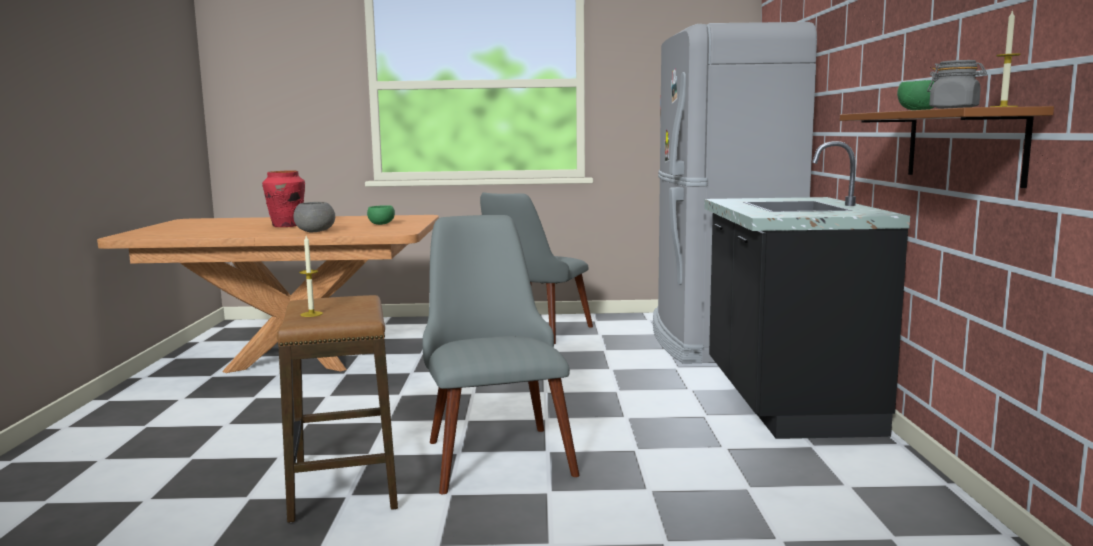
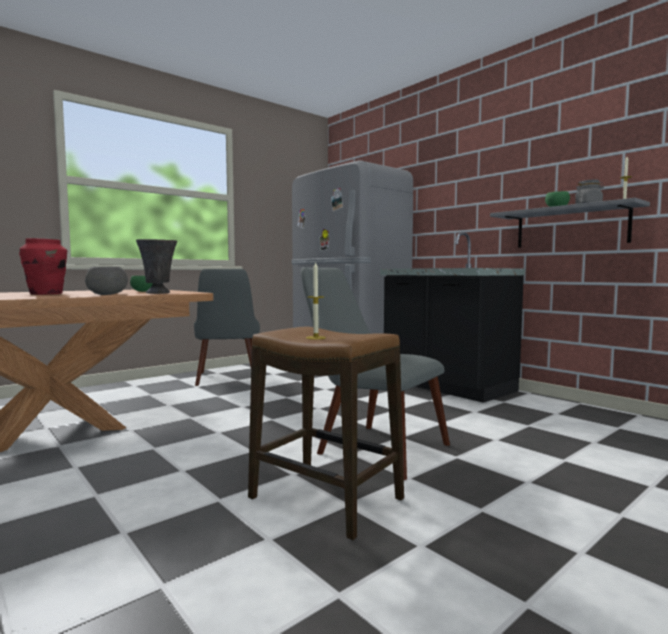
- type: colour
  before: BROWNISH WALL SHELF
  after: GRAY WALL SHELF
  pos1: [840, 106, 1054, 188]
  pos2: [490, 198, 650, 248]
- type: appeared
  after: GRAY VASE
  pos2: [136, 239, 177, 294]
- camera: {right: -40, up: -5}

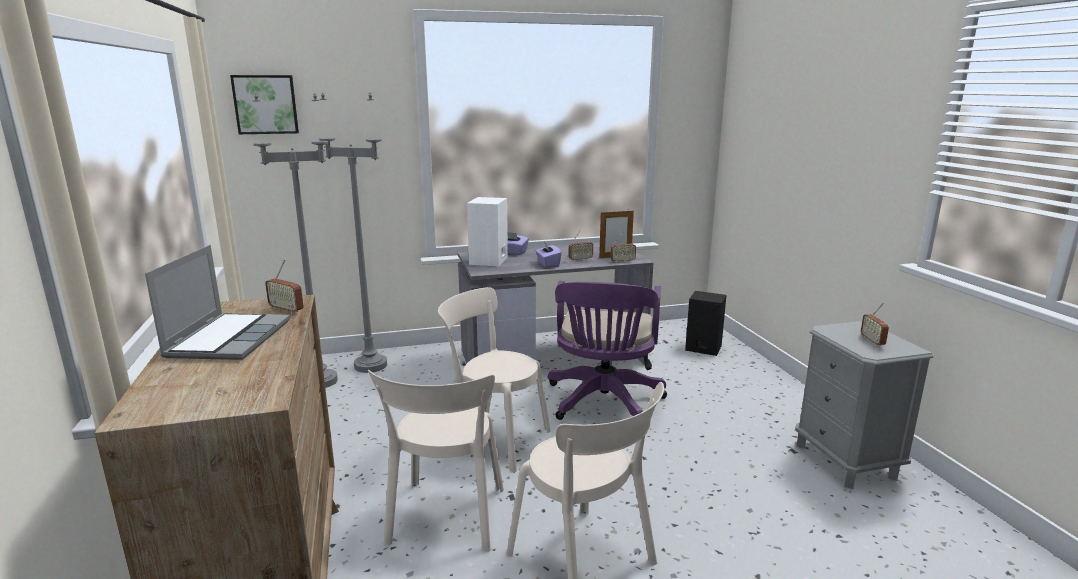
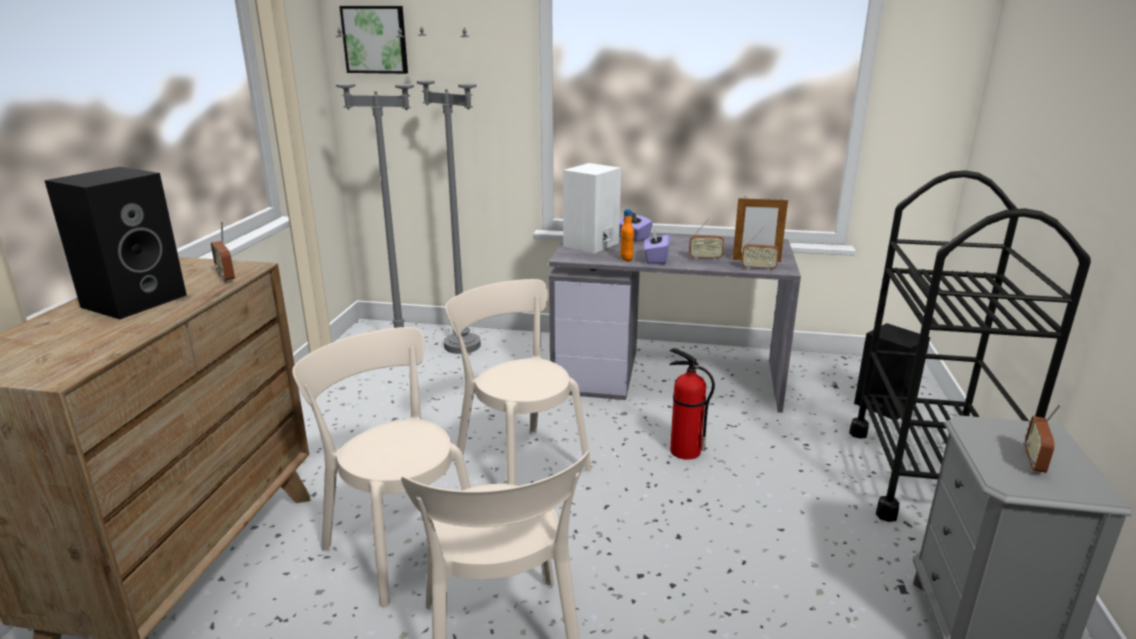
- type: exchanged
  before: PORTABLE COMPUTER
  after: BLACK-COLOURED SPEAKER
  pos1: [145, 245, 290, 360]
  pos2: [44, 167, 187, 319]
- type: spun
  before: BEIGE-COLOURED CHAIR
  pos1: [368, 370, 504, 552]
  pos2: [292, 327, 471, 607]
  turn: 105
- type: exchanged
  before: PURPLISH DESK CHAIR
  after: FIRE EXTINGUISHER
  pos1: [548, 281, 667, 420]
  pos2: [669, 348, 715, 460]
- type: appeared
  after: ORANGE-COLOURED DRINK BOTTLE
  pos2: [620, 209, 634, 262]
- type: appeared
  after: BLACK-COLOURED TROLLEY
  pos2: [849, 170, 1091, 522]
- camera: {right: 25, up: 5}

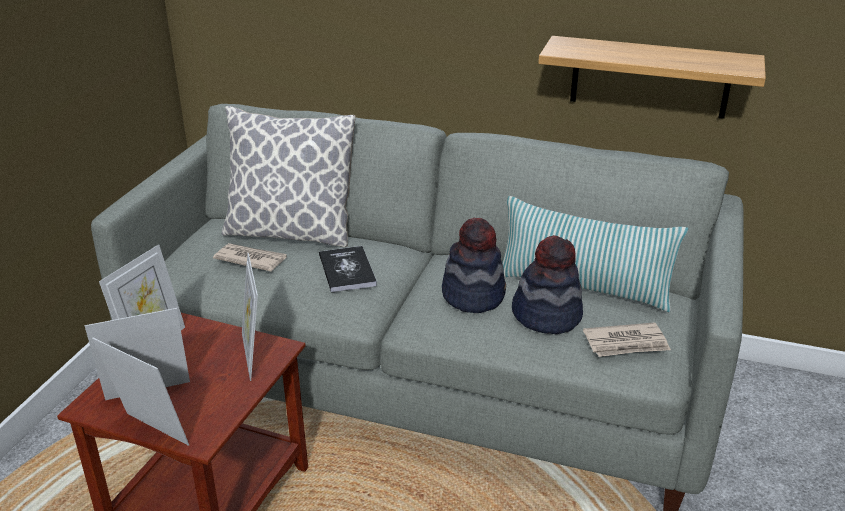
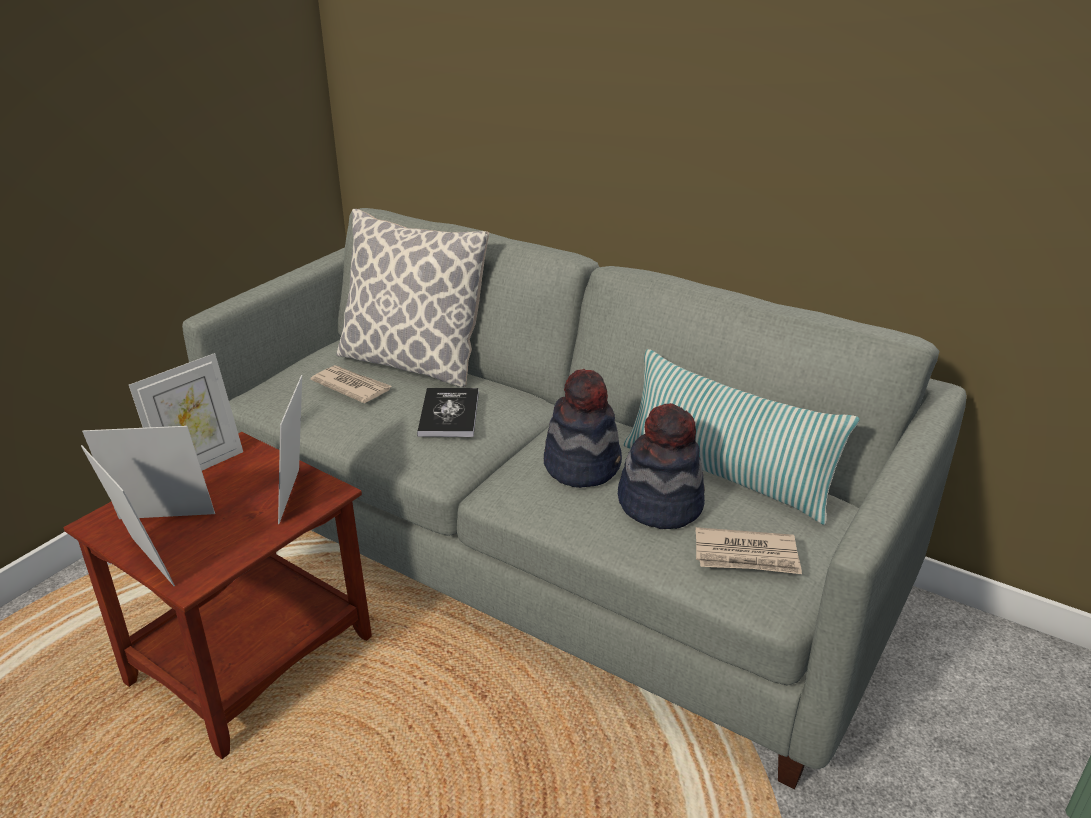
- type: missing
  before: WALL SHELF
  pos1: [538, 36, 766, 119]
- camera: {right: 15, up: 0}

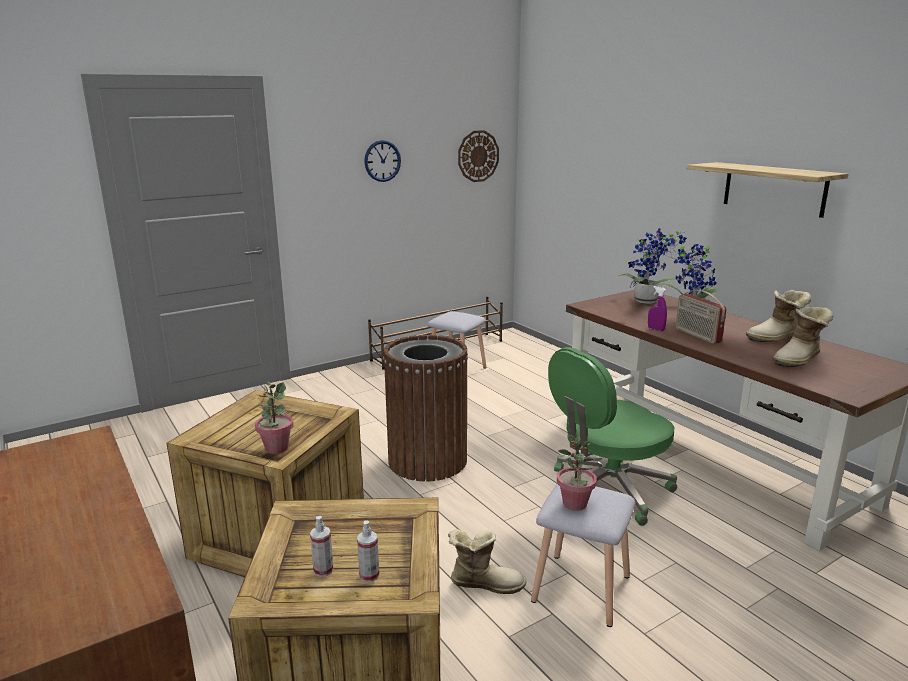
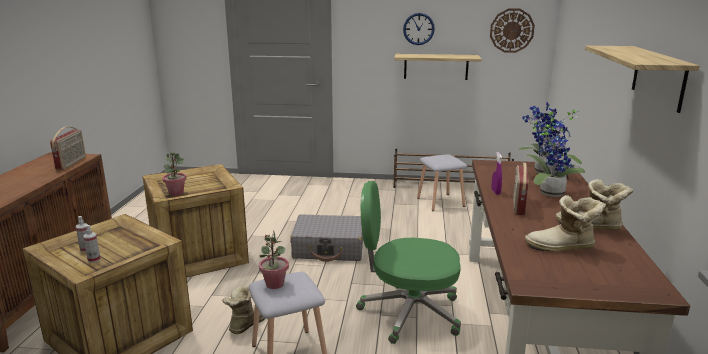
- type: exchanged
  before: BROWNISH RUBBISH BIN
  after: GRAY SUITCASE
  pos1: [383, 335, 468, 482]
  pos2: [290, 214, 363, 262]
- type: spun
  before: HIGH-TOP BOOT
  pos1: [448, 529, 526, 594]
  pos2: [222, 286, 265, 334]
  turn: -105
- type: appeared
  after: RADIO
  pos2: [50, 127, 86, 170]
- type: appeared
  after: WALL SHELF
  pos2: [394, 54, 482, 80]
- camera: {right: 40, up: 0}

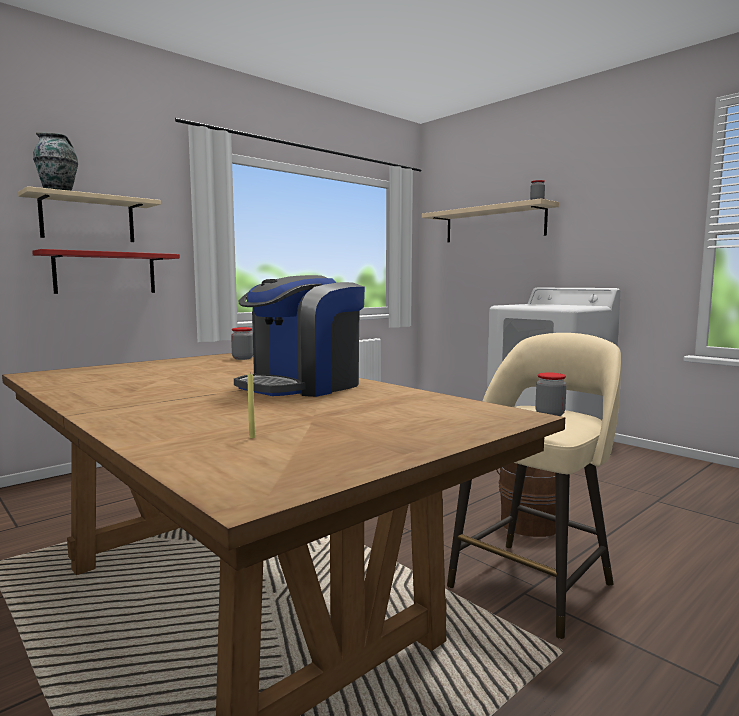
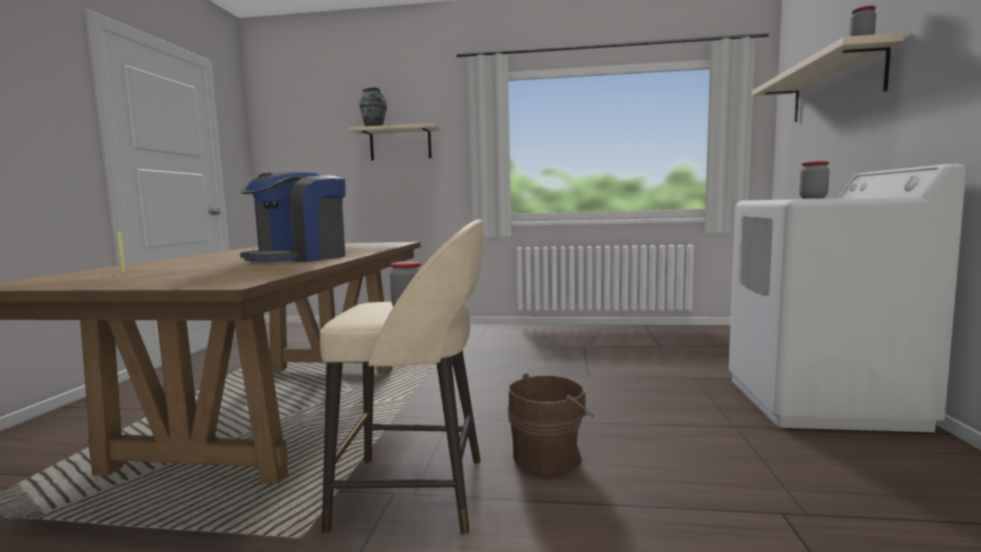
- type: missing
  before: RED WALL SHELF
  pos1: [32, 249, 180, 294]
- type: relocated
  before: JAR
  pos1: [231, 327, 253, 360]
  pos2: [799, 161, 830, 199]
- type: spun
  before: COFFEE MACHINE
  pos1: [234, 275, 365, 397]
  pos2: [240, 171, 346, 262]
  turn: -60
- camera: {right: 50, up: 0}

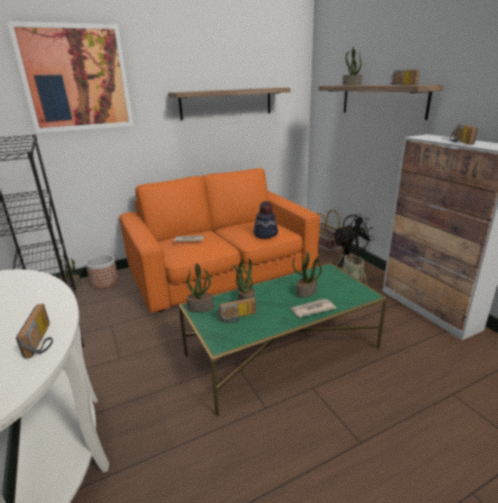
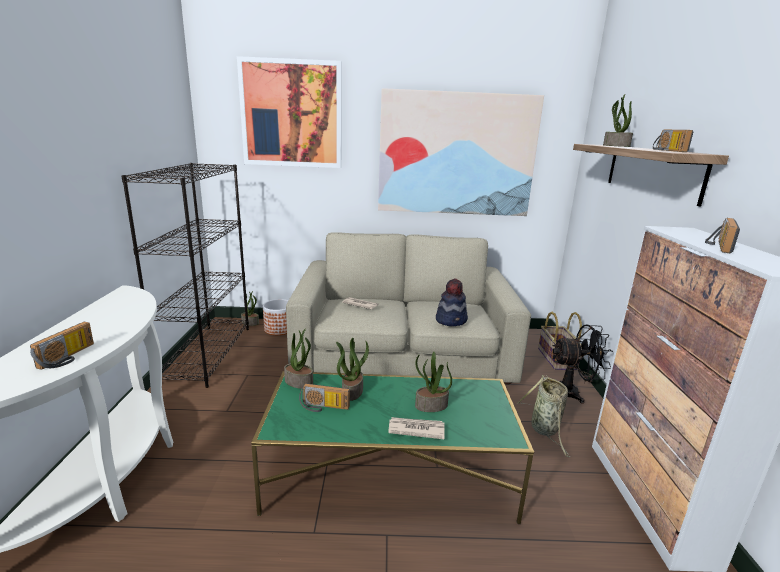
- type: colour
  before: ORANGE-COLOURED SETTEE
  after: BEIGE-COLOURED SETTEE
  pos1: [119, 168, 320, 313]
  pos2: [286, 232, 531, 384]
- type: exchanged
  before: WALL SHELF
  after: WALL PICTURE
  pos1: [168, 88, 291, 120]
  pos2: [378, 88, 544, 216]
- camera: {right: 25, up: -5}

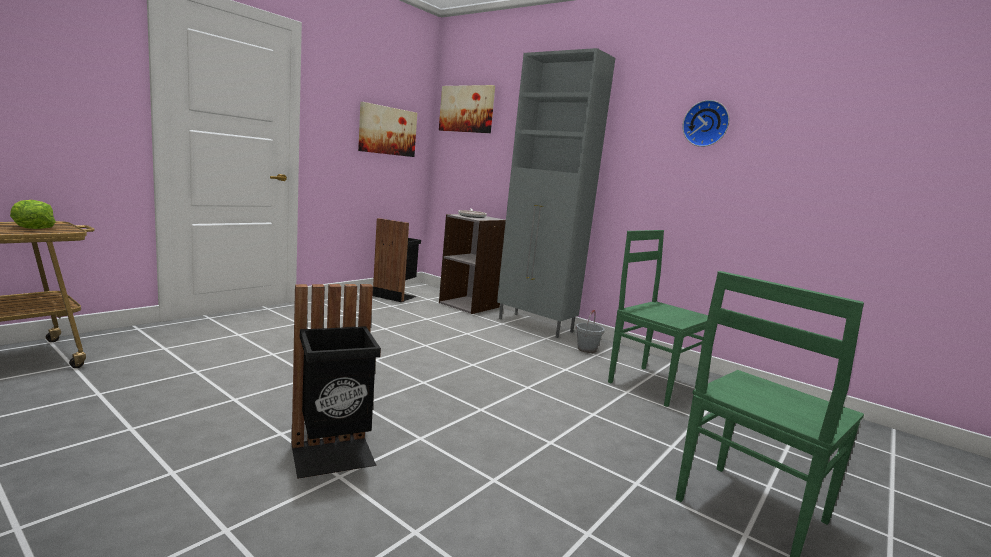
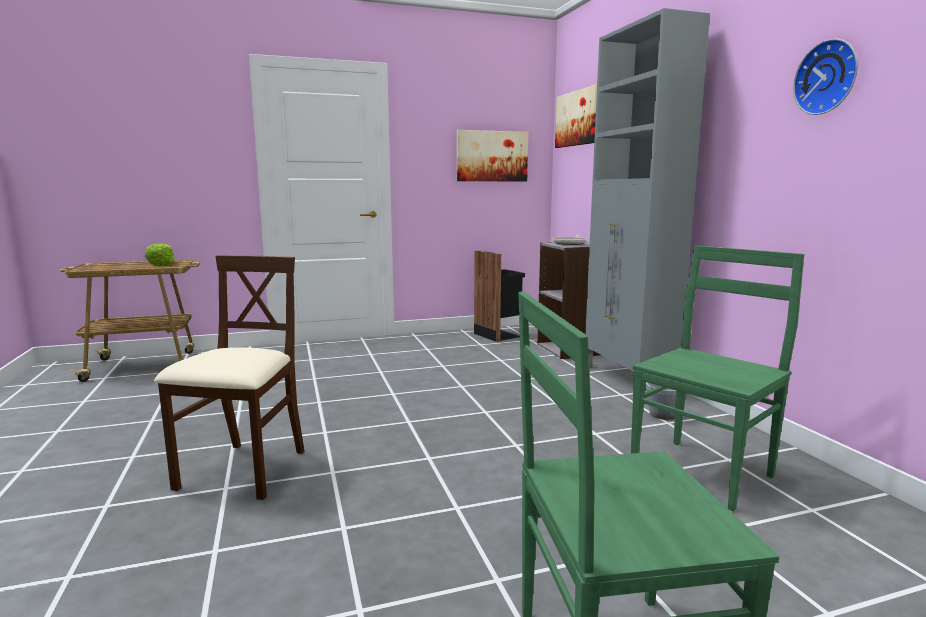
- type: exchanged
  before: BLACK-COLOURED RUBBISH BIN
  after: BEIGE-COLOURED CHAIR
  pos1: [291, 284, 381, 479]
  pos2: [154, 255, 304, 500]
- type: spun
  before: GREEN CHAIR
  pos1: [608, 230, 708, 407]
  pos2: [631, 245, 805, 512]
  turn: 60
- camera: {right: 35, up: 0}

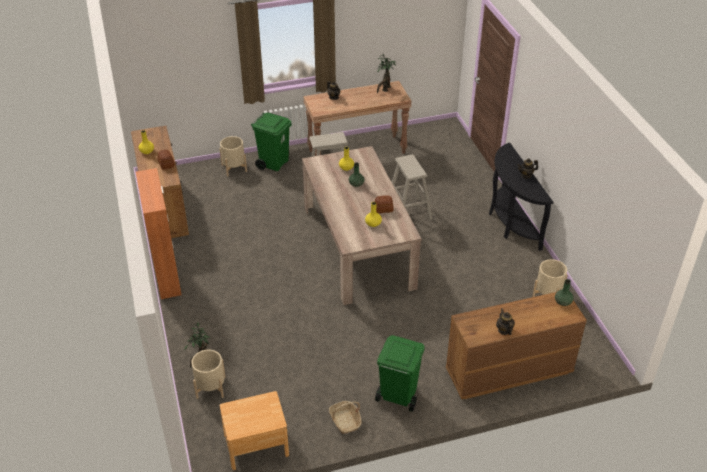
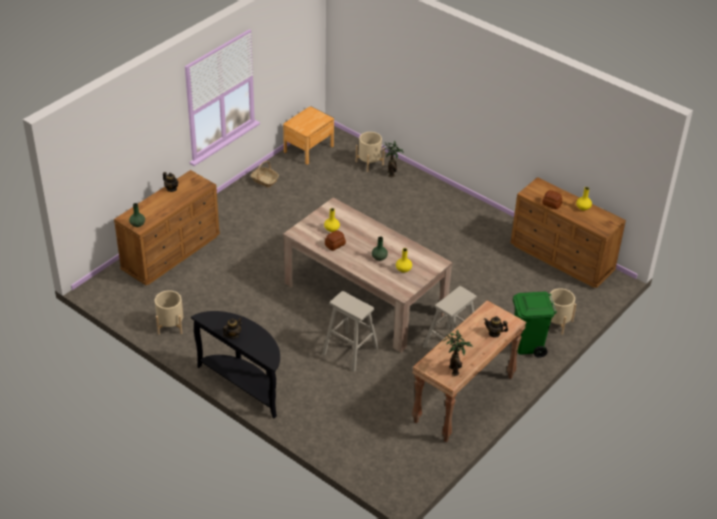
- type: missing
  before: ORANGE-COLOURED STORAGE CABINET
  pos1: [136, 168, 182, 299]
- type: missing
  before: GREEN RUBBISH BIN
  pos1: [375, 335, 425, 412]
- camera: {right: 145, up: 0}

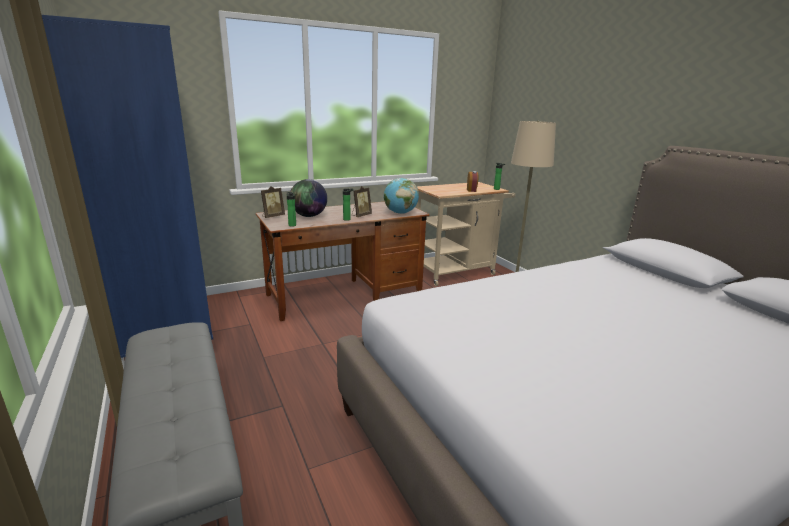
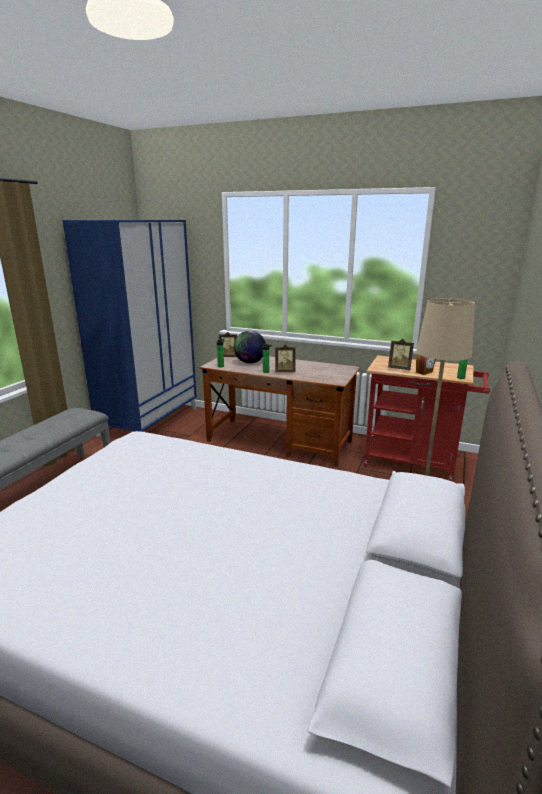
- type: missing
  before: WORLD GLOBE
  pos1: [384, 178, 419, 214]
- type: colour
  before: BEIGE-COLOURED TROLLEY
  after: RED TROLLEY
  pos1: [416, 182, 515, 286]
  pos2: [364, 356, 490, 481]
- type: appeared
  after: PHOTO FRAME
  pos2: [388, 339, 414, 370]
- camera: {right: 50, up: 0}

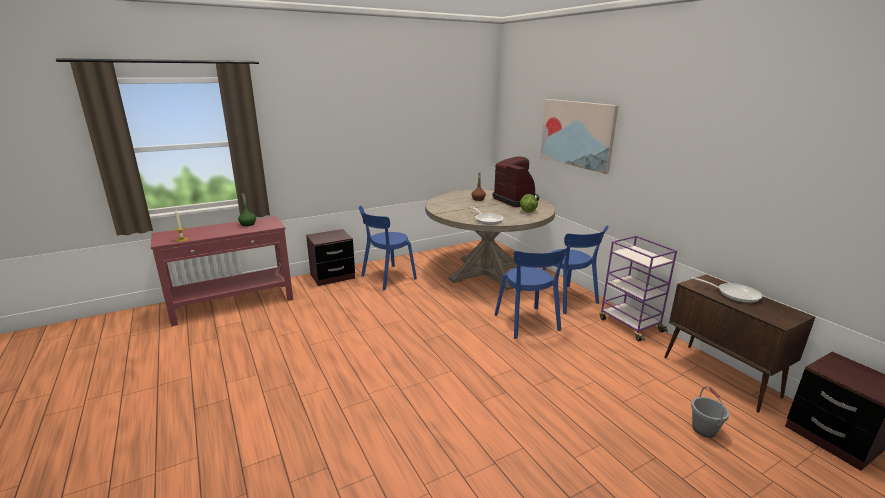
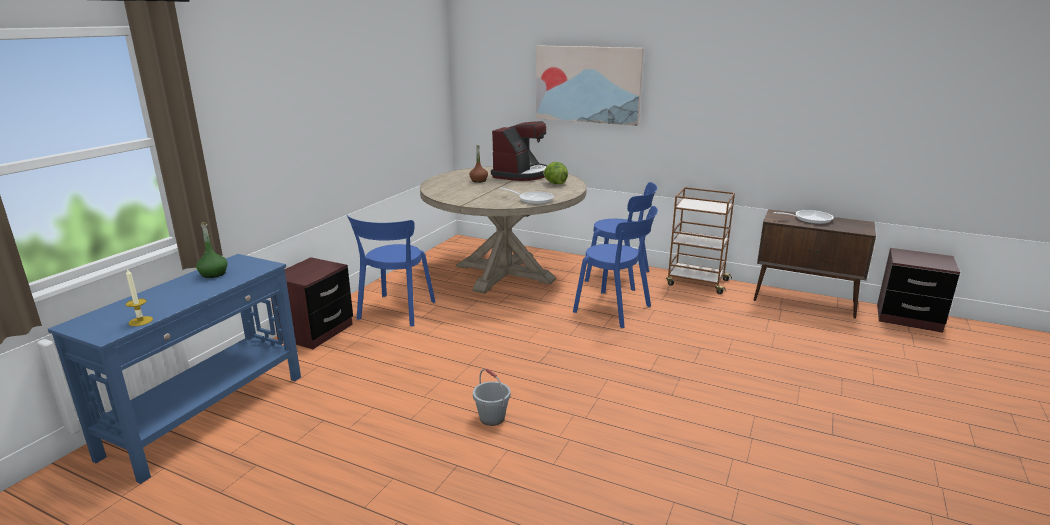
- type: colour
  before: RED NARROW TABLE
  after: BLUE-COLOURED NARROW TABLE
  pos1: [151, 216, 293, 327]
  pos2: [48, 254, 301, 484]
- type: spun
  before: COFFEE MACHINE
  pos1: [492, 157, 539, 207]
  pos2: [491, 121, 548, 181]
  turn: 90
- type: colour
  before: PURPLISH TROLLEY
  after: BROWNISH TROLLEY
  pos1: [599, 236, 677, 341]
  pos2: [666, 187, 735, 294]
- type: relocated
  before: GRAY WATER BUCKET
  pos1: [691, 386, 729, 438]
  pos2: [473, 369, 510, 426]
- camera: {right: -35, up: 0}

